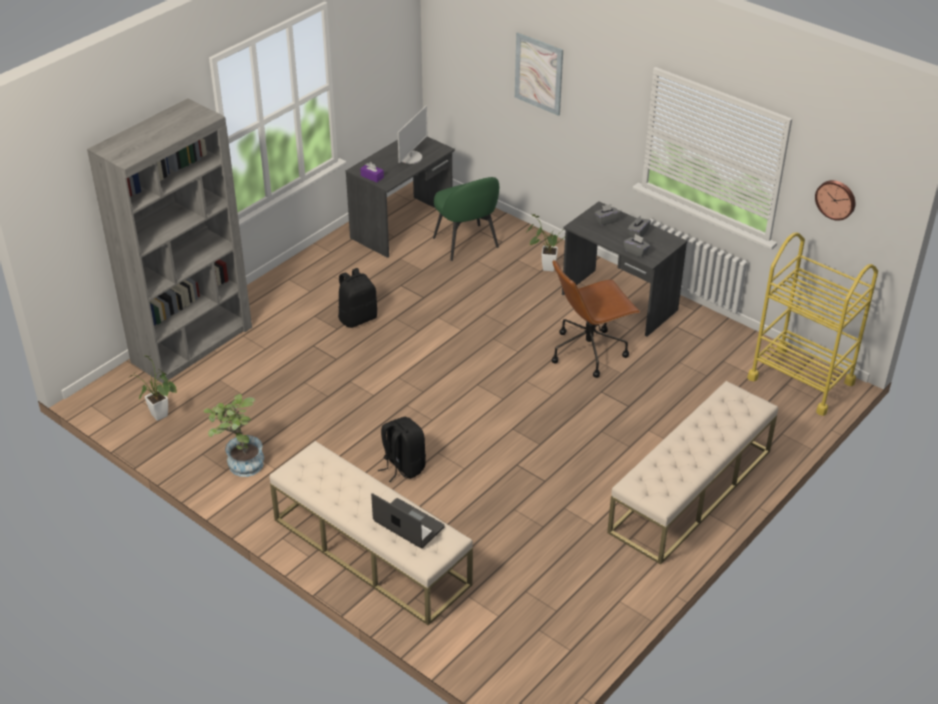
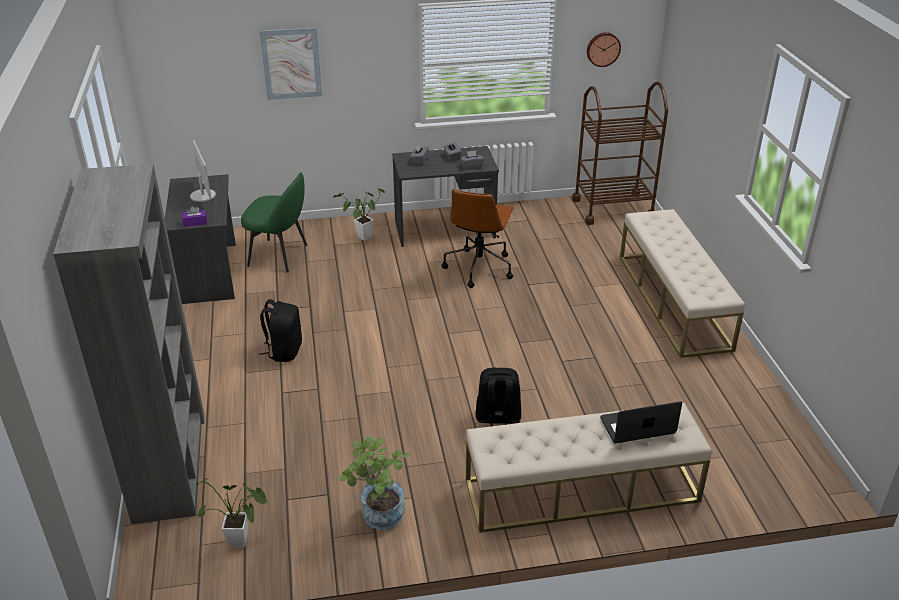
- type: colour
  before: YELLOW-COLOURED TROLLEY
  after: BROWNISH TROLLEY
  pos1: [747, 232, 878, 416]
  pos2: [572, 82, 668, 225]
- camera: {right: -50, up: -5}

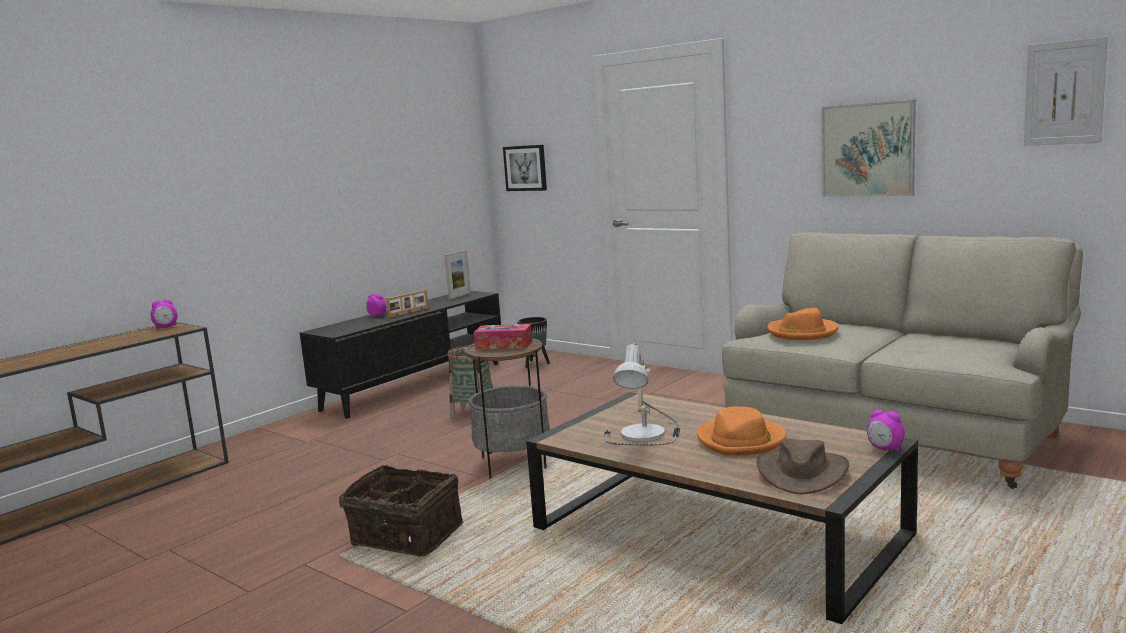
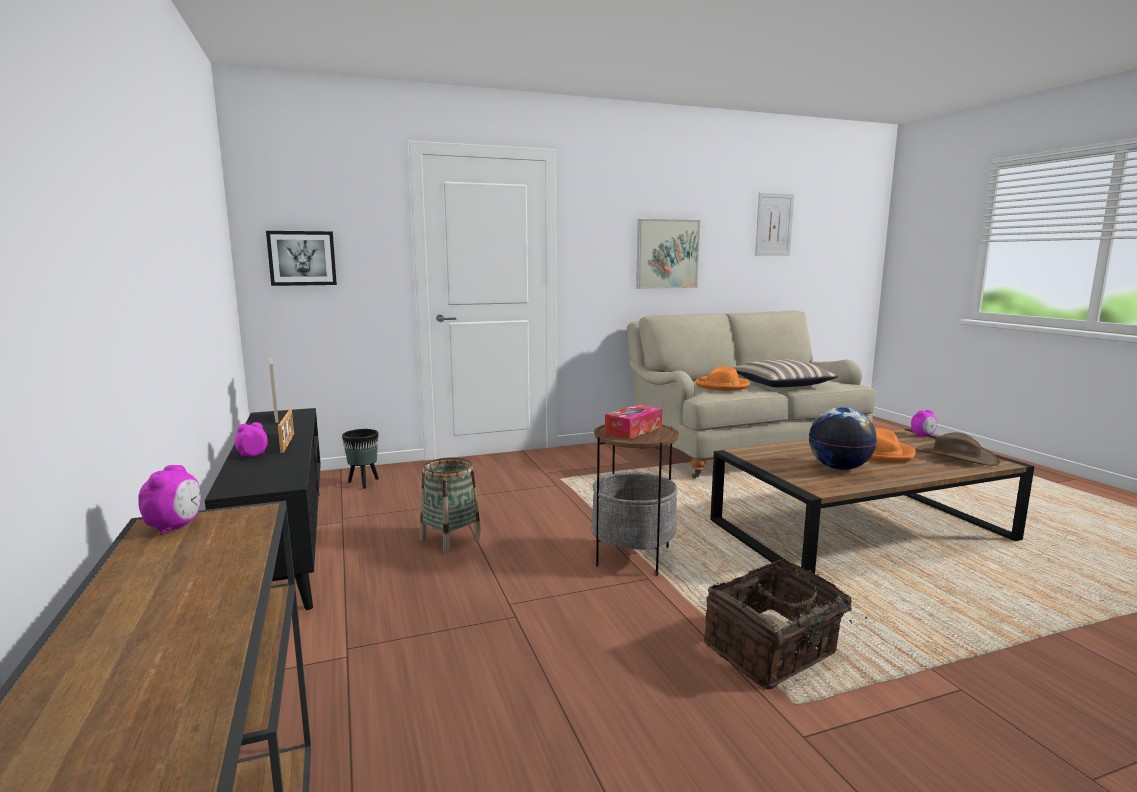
- type: exchanged
  before: TABLE LAMP
  after: WORLD GLOBE
  pos1: [604, 343, 680, 445]
  pos2: [809, 407, 877, 470]
- type: appeared
  after: CUSHION
  pos2: [733, 359, 838, 387]
- camera: {right: -60, up: 0}

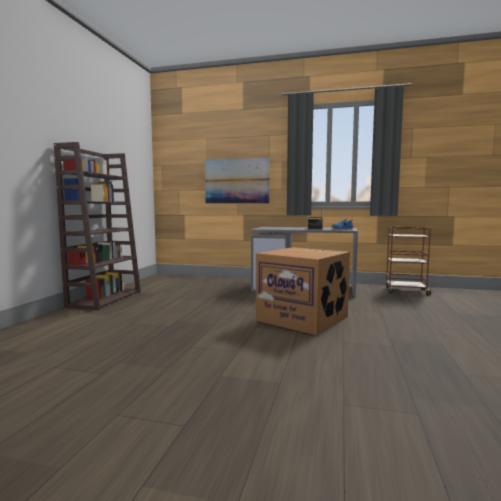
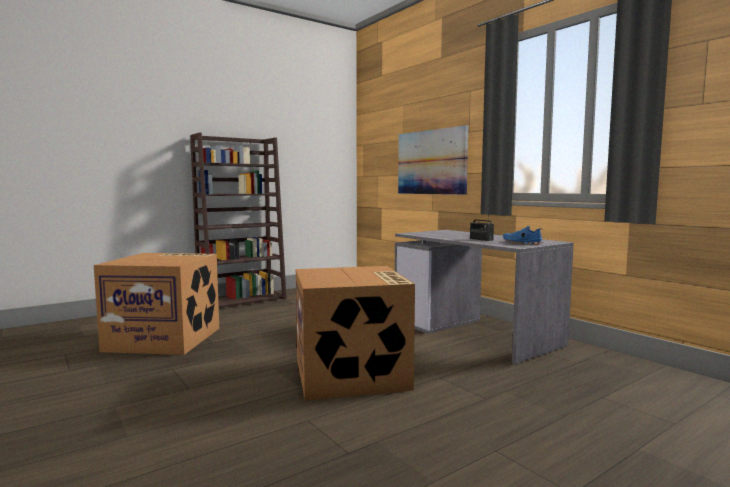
- type: missing
  before: BROWNISH TROLLEY
  pos1: [385, 227, 433, 296]
- type: appeared
  after: CARTON
  pos2: [94, 253, 219, 355]
- camera: {right: 40, up: 0}

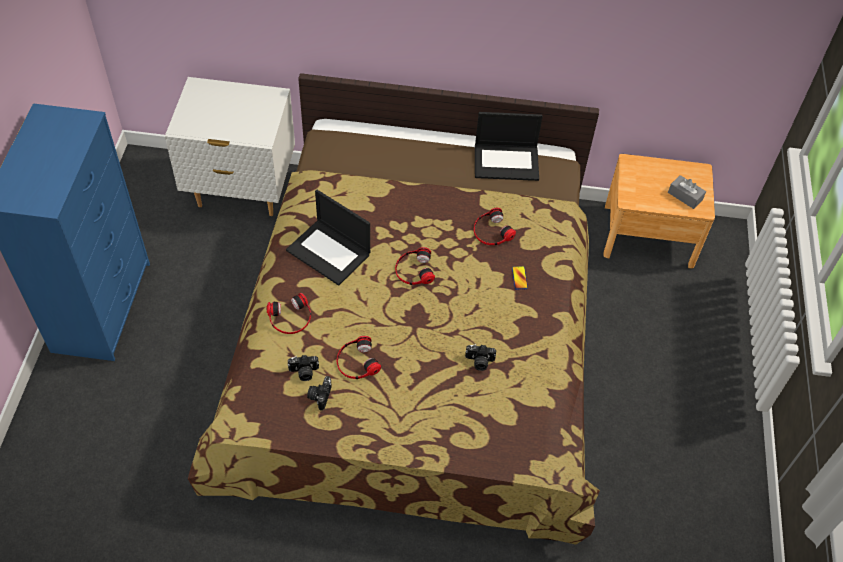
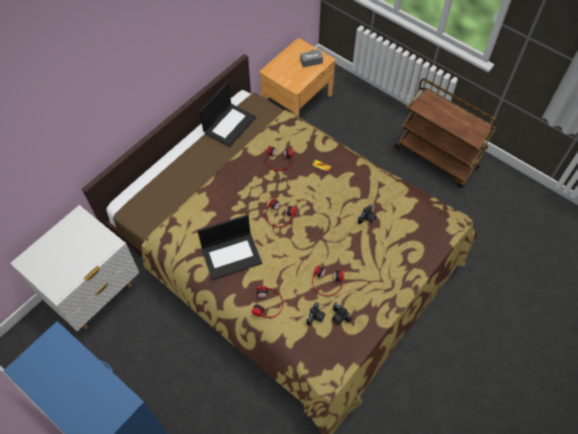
- type: appeared
  after: BROWNISH TROLLEY
  pos2: [395, 78, 497, 188]
- camera: {right: -55, up: 5}

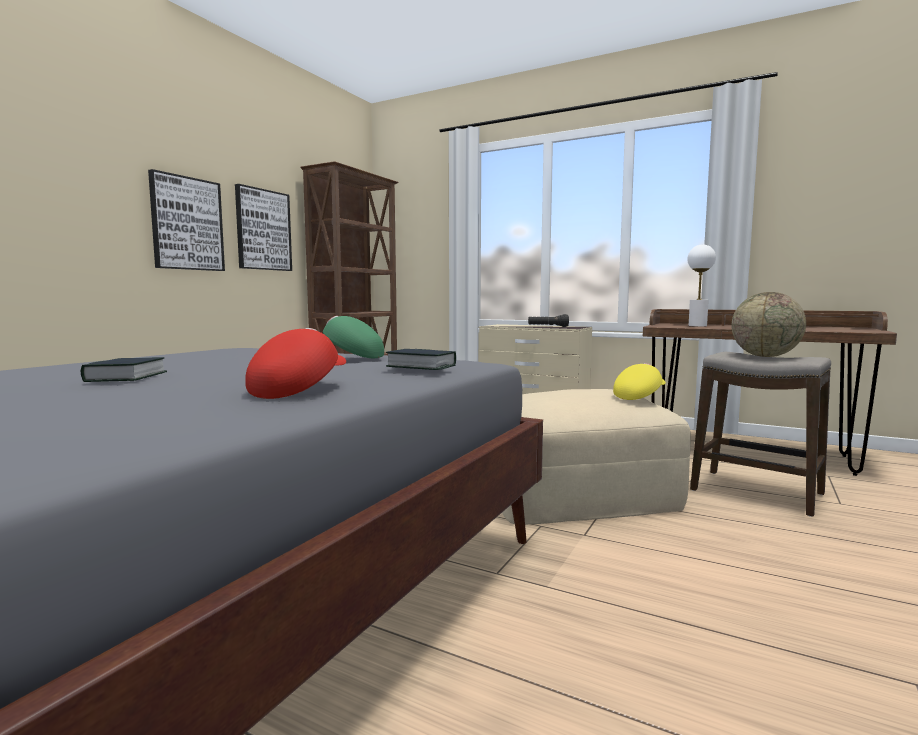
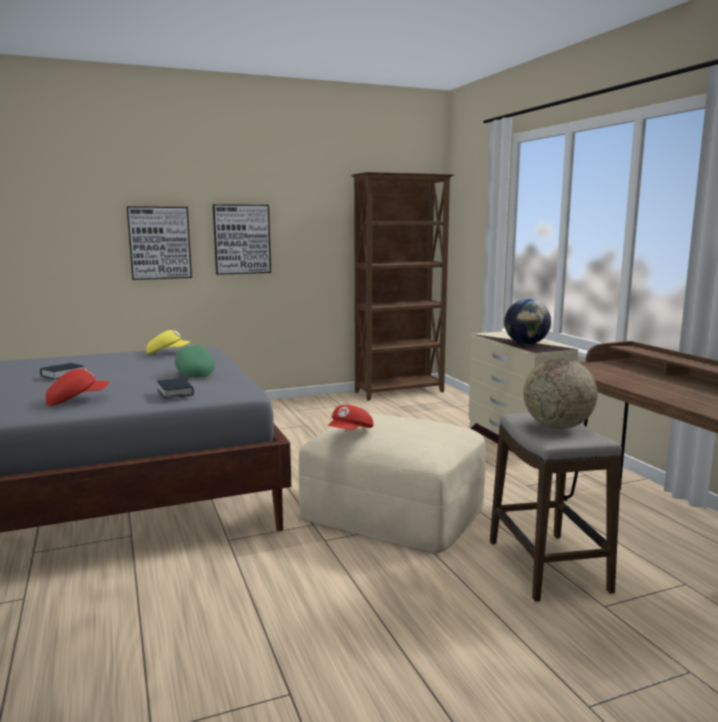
- type: relocated
  before: WALL PICTURE
  pos1: [235, 184, 292, 271]
  pos2: [127, 206, 192, 280]
- type: exchanged
  before: BLACK-COLOURED HAND TORCH
  after: WORLD GLOBE
  pos1: [528, 314, 569, 327]
  pos2: [504, 299, 551, 344]
- type: relocated
  before: YELLOW-COLOURED BASEBALL CAP
  pos1: [613, 363, 666, 400]
  pos2: [146, 330, 190, 354]
- type: missing
  before: WHITE TABLE LAMP
  pos1: [687, 245, 716, 327]
- type: appeared
  after: RED BASEBALL CAP
  pos2: [327, 405, 374, 430]
- camera: {right: 40, up: 5}

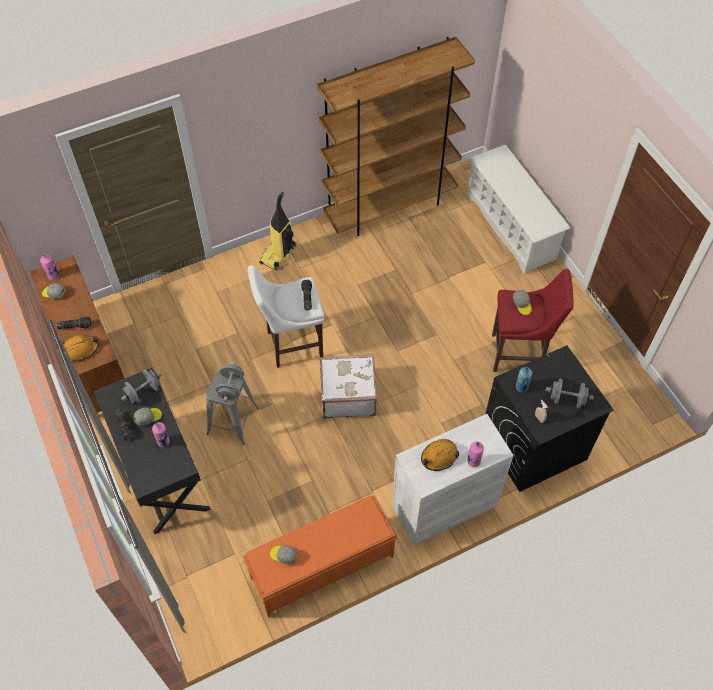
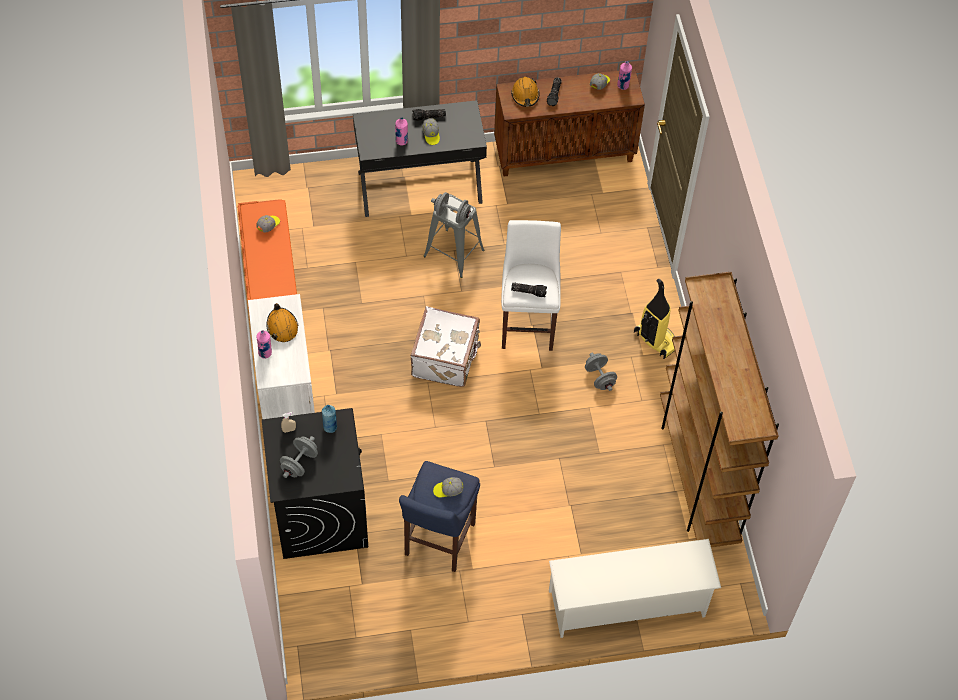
- type: relocated
  before: GRAY HAND WEIGHT
  pos1: [121, 370, 162, 403]
  pos2: [585, 353, 617, 391]
- type: colour
  before: RED STOOL
  after: BLUE-COLOURED STOOL
  pos1: [492, 269, 573, 372]
  pos2: [399, 461, 480, 572]
- camera: {right: 105, up: 0}

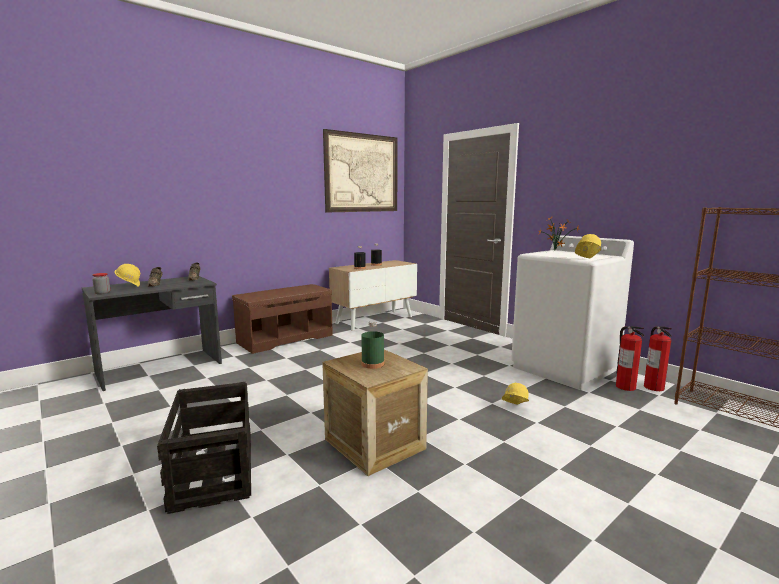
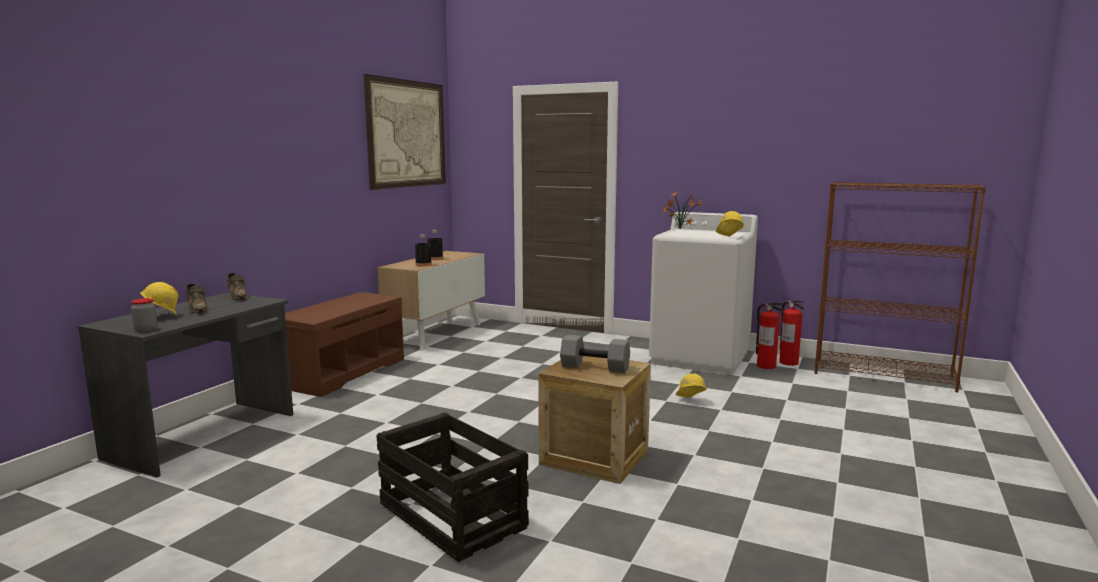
- type: exchanged
  before: GREEN DRINK BOTTLE
  after: GRAY HAND WEIGHT
  pos1: [361, 321, 384, 369]
  pos2: [560, 335, 630, 373]
- camera: {right: -25, up: 0}

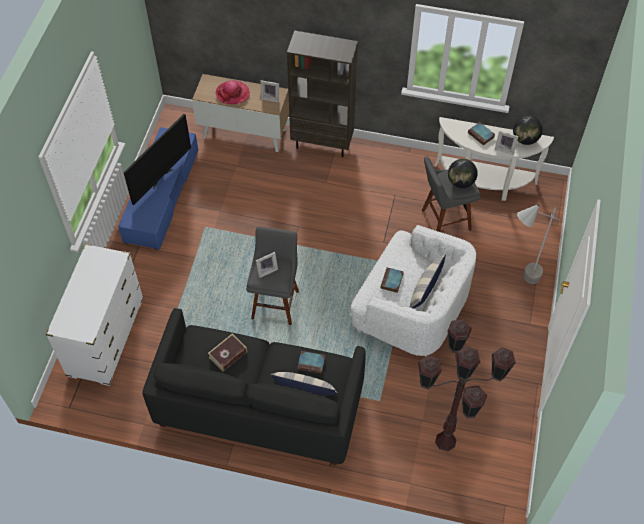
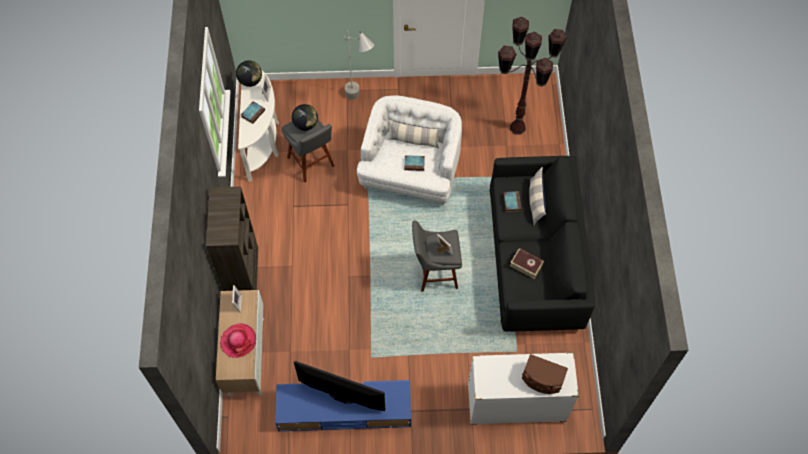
- type: appeared
  after: BROWNISH SPEAKER
  pos2: [522, 354, 568, 394]
- camera: {right: -105, up: 5}

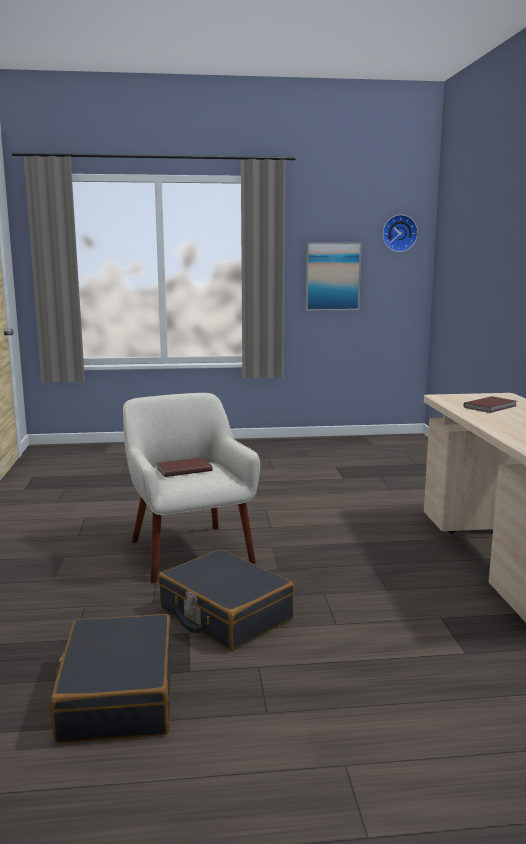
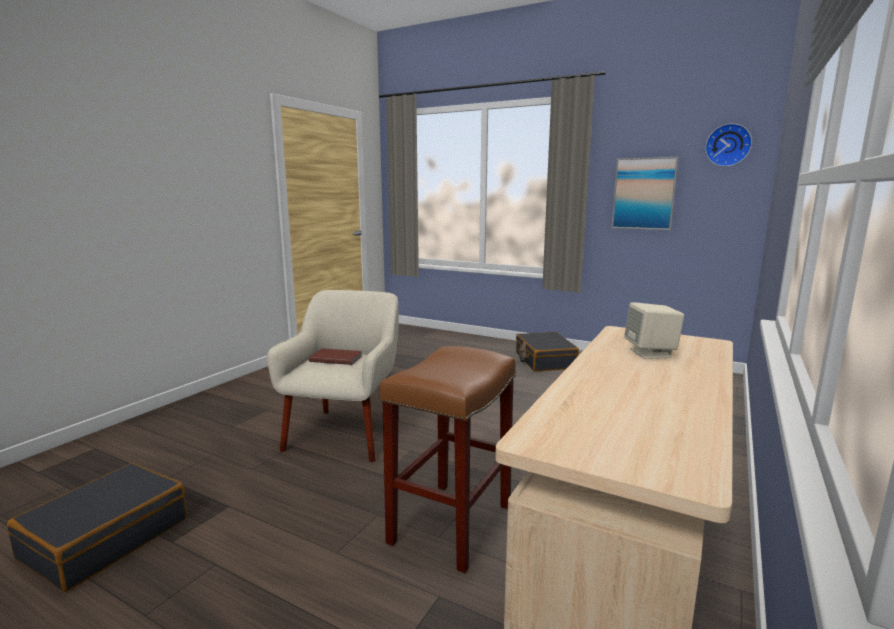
- type: relocated
  before: BLACK-COLOURED SUITCASE
  pos1: [158, 549, 295, 651]
  pos2: [516, 332, 579, 371]
- type: exchanged
  before: BROWNISH VOLUME
  after: BEIGE-COLOURED SPEAKER
  pos1: [463, 396, 516, 413]
  pos2: [624, 302, 684, 359]
- type: appeared
  after: BROWNISH STOOL
  pos2: [380, 346, 516, 573]
- camera: {right: 35, up: 0}

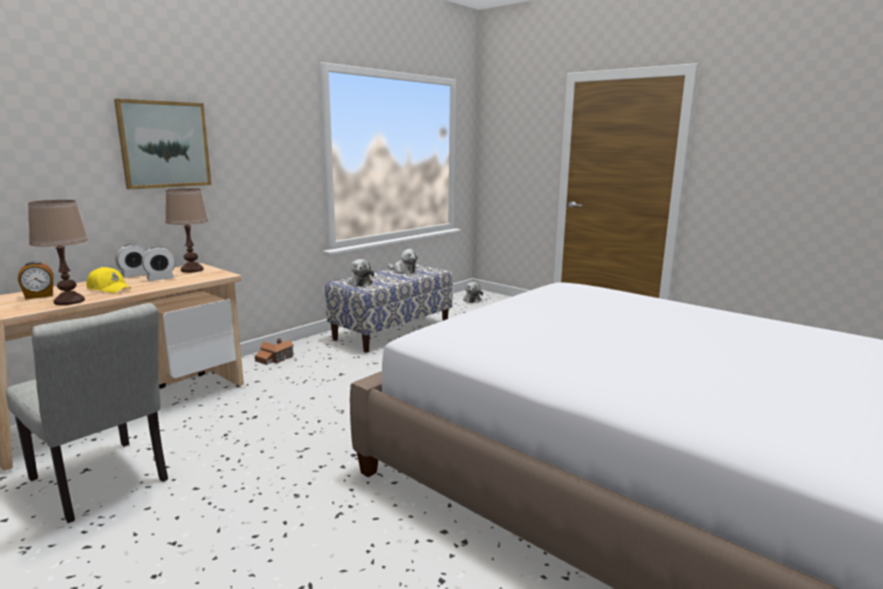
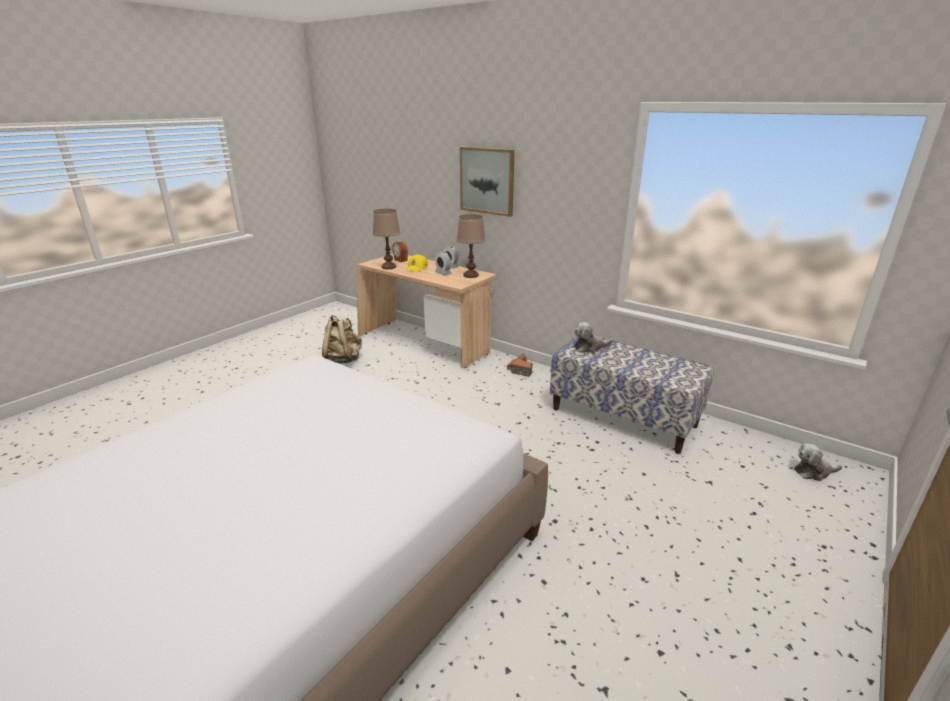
- type: exchanged
  before: GRAY CHAIR
  after: BEIGE-COLOURED KNAPSACK
  pos1: [6, 303, 168, 523]
  pos2: [322, 315, 362, 364]
- type: missing
  before: SOFT TOY
  pos1: [388, 249, 418, 274]
- camera: {right: 85, up: 10}

